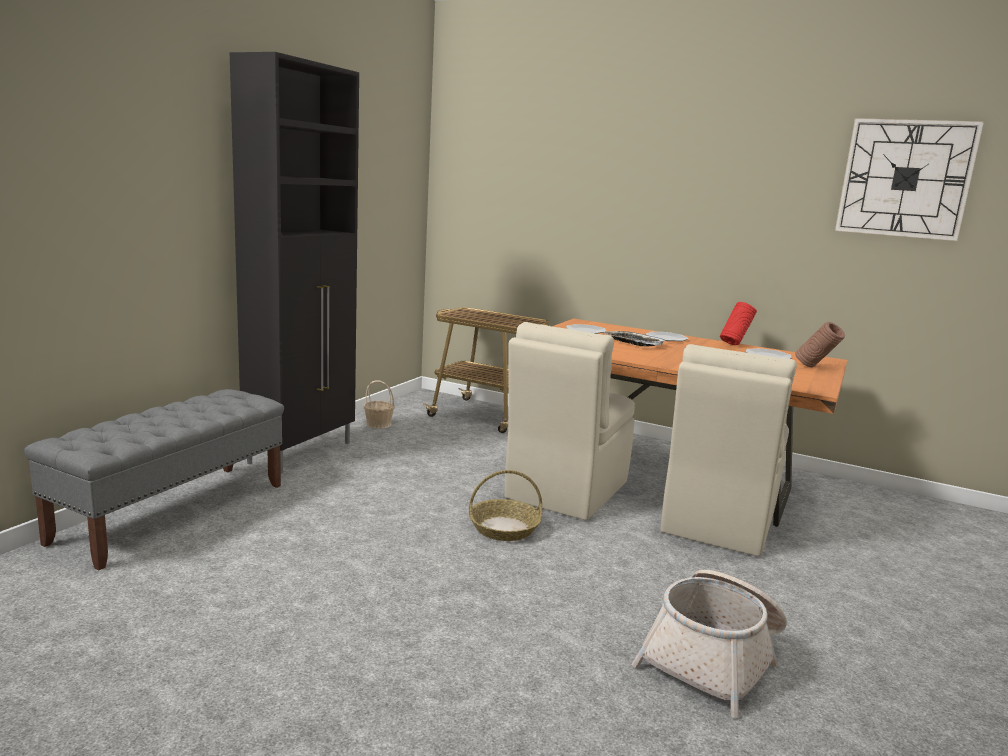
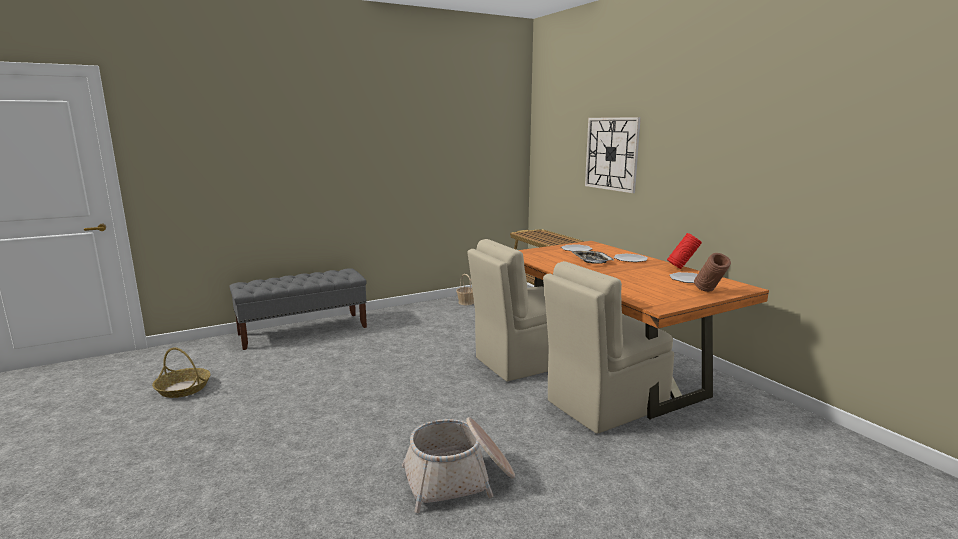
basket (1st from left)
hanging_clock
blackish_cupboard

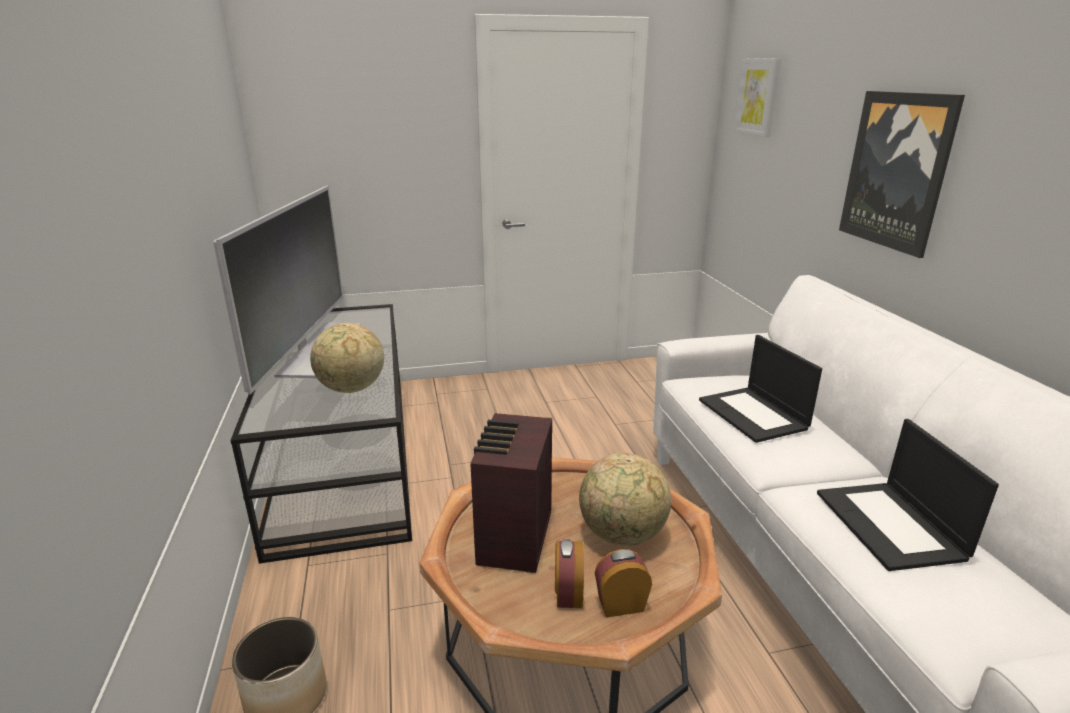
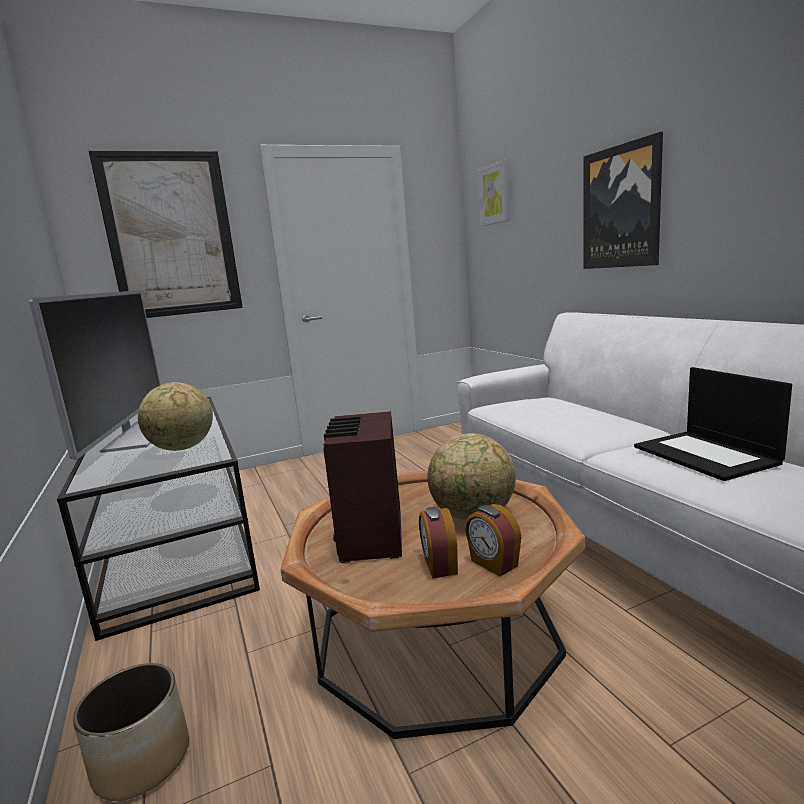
picture (1st from left)
table_clock (2nd from left)
notebook_computer (1st from left in the first image)

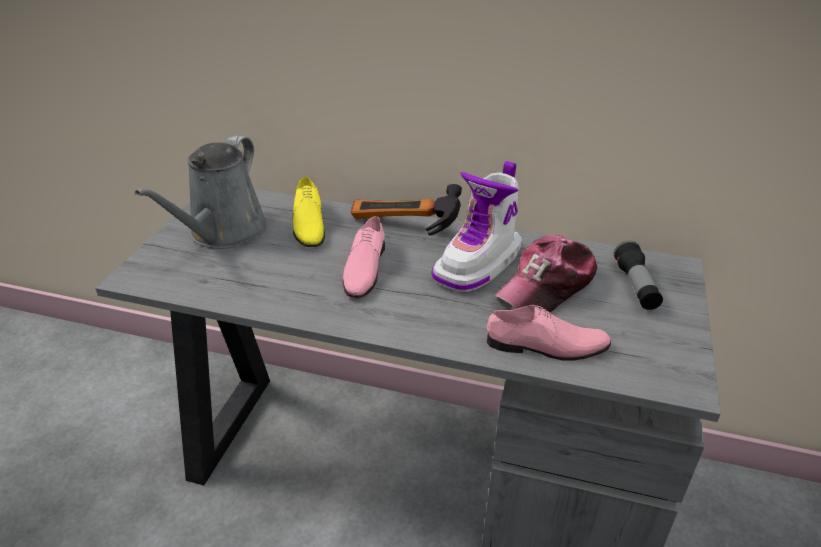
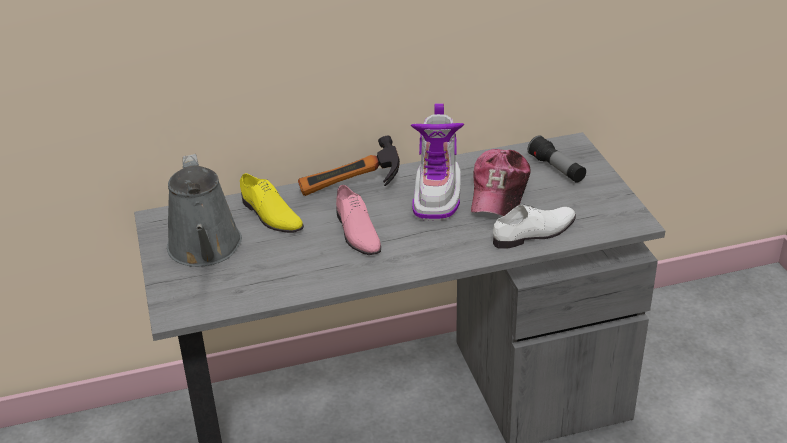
white_low_shoe

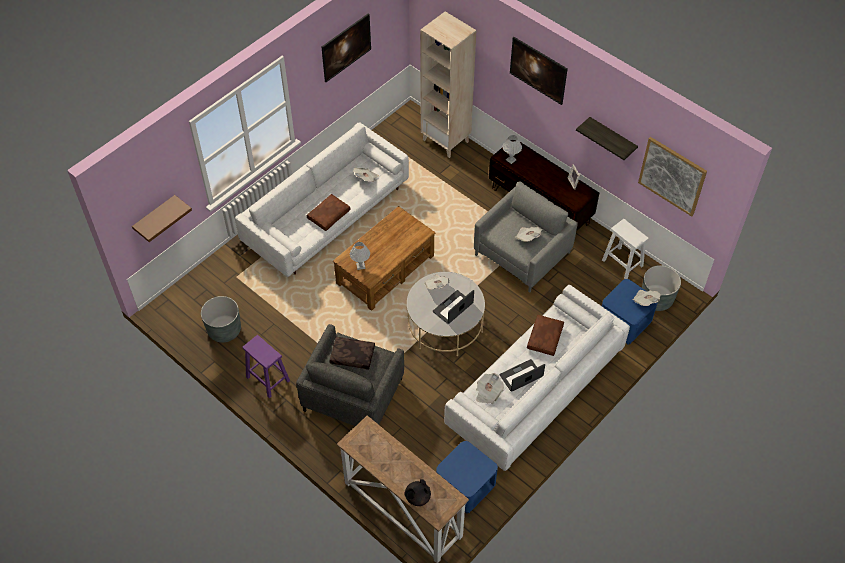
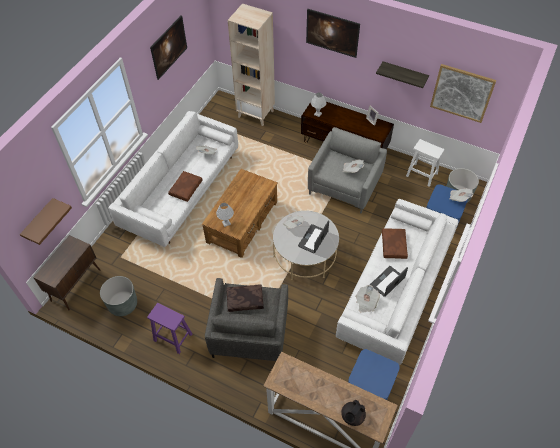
brown-coloured_cupboard

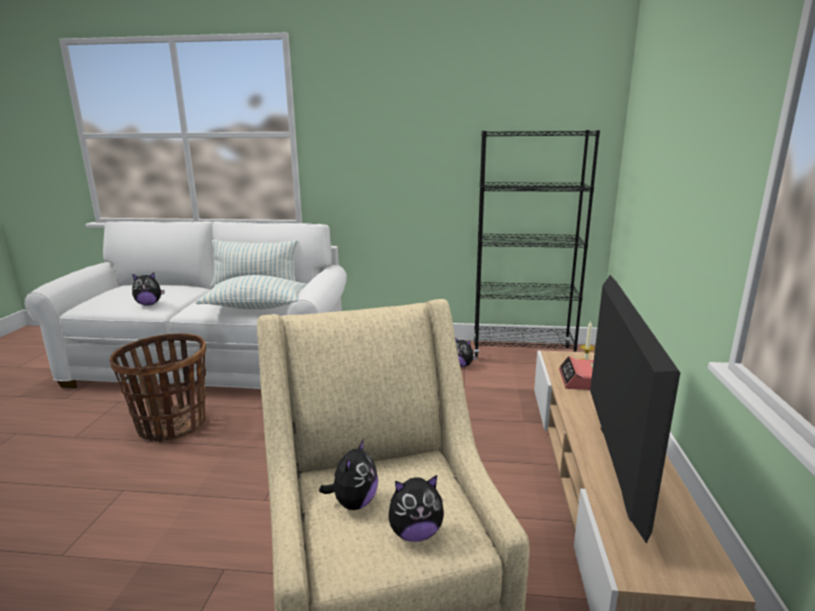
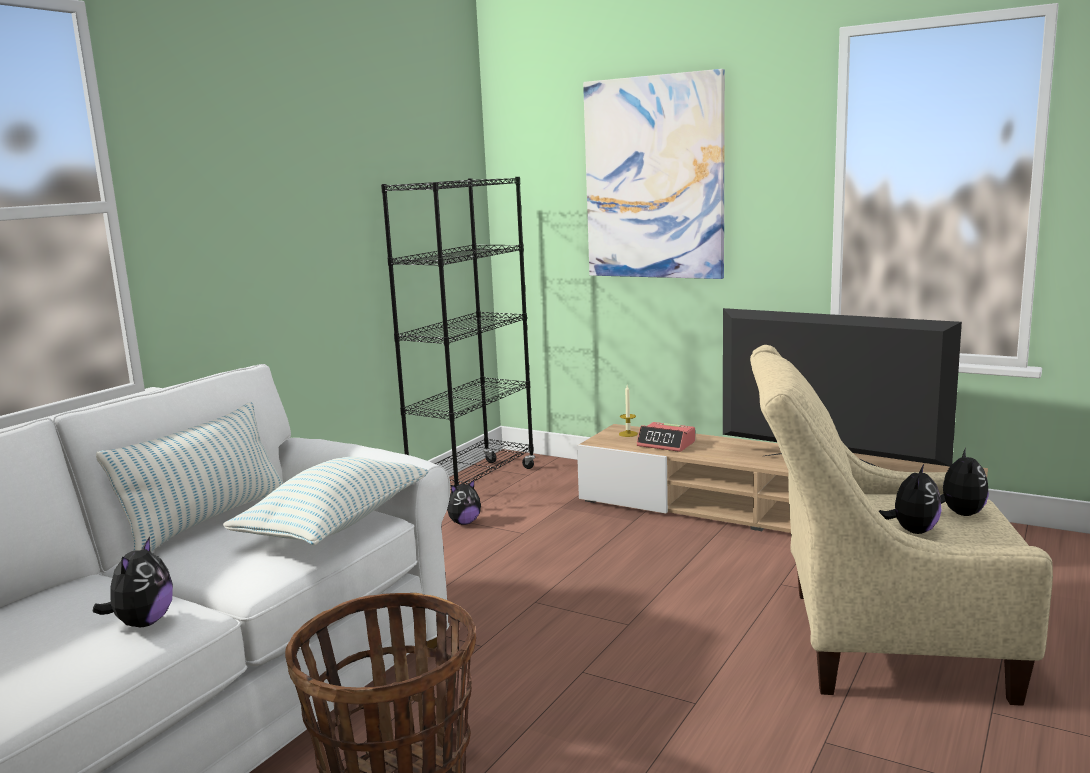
picture
plush_toy (3rd from left)

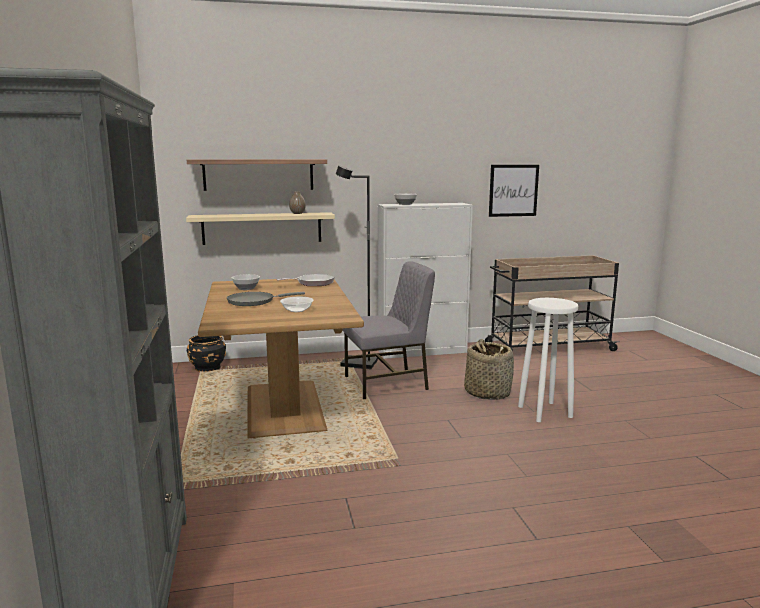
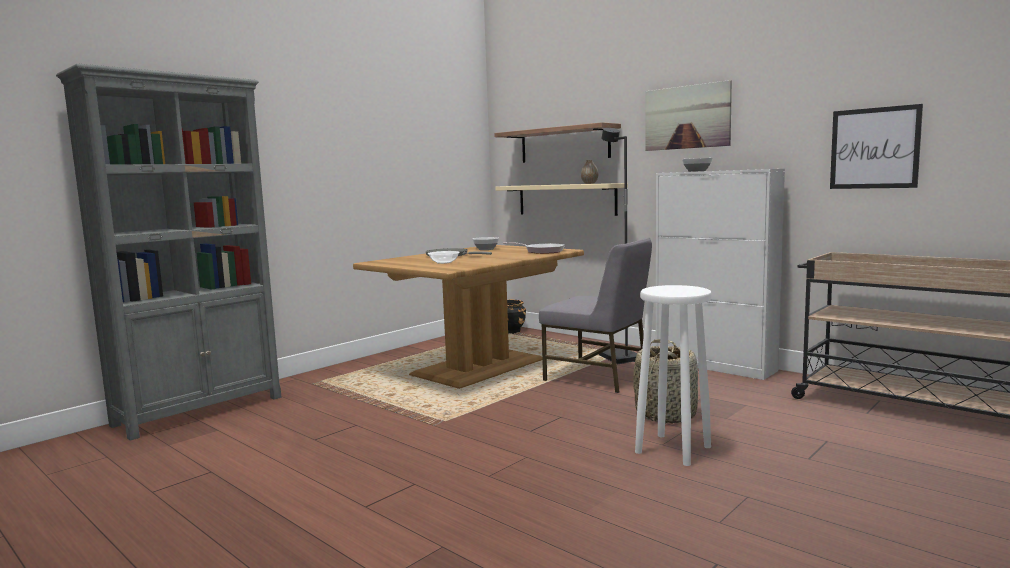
picture (1st from left)

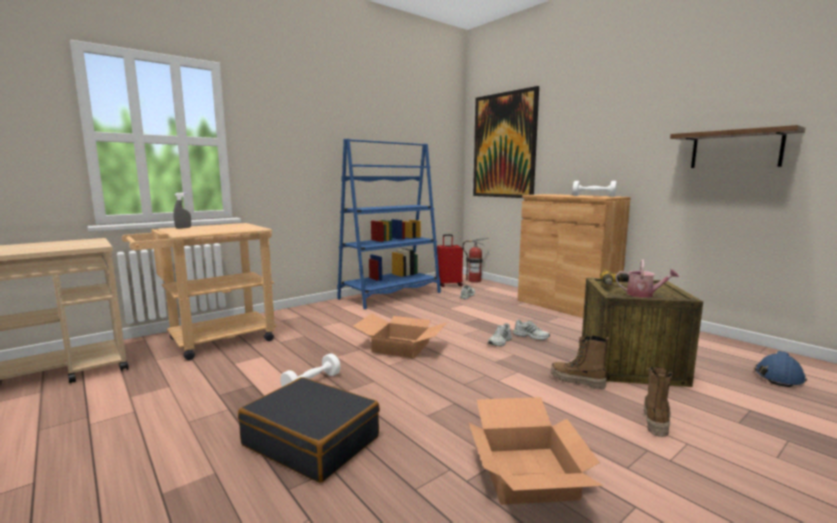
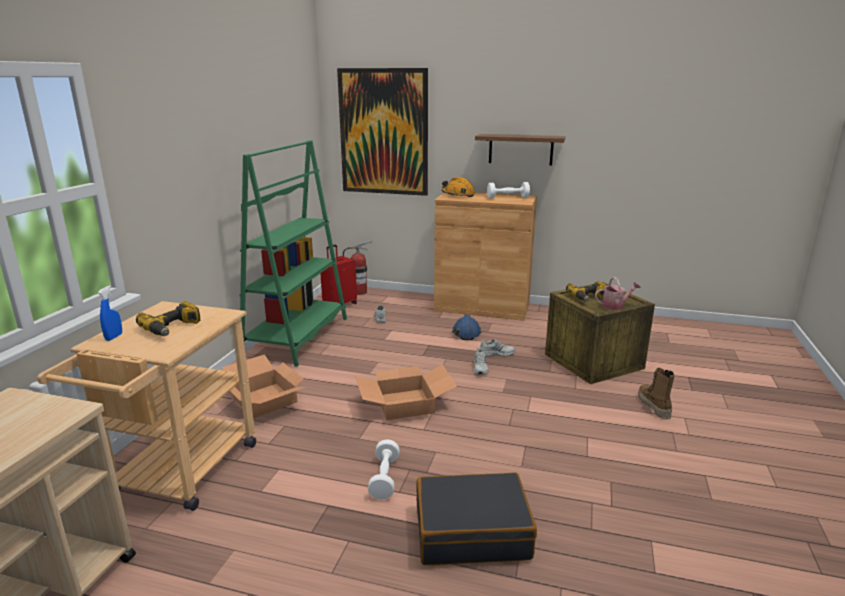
bluish_spray_bottle
drill (1st from left)
carton (1st from left)
greenish_bookcase
orange-coloured_safety_helmet
bluish_safety_helmet
shelf
high-top_boot (1st from left in the first image)

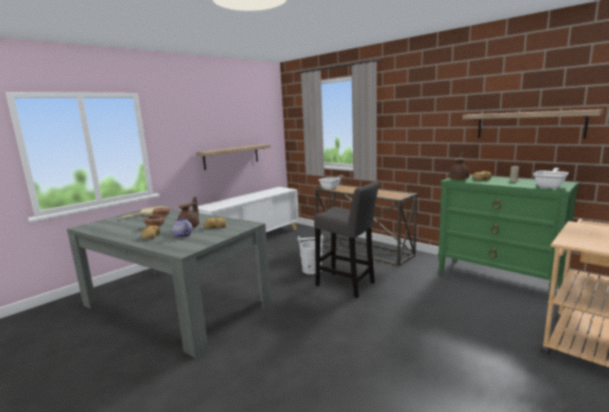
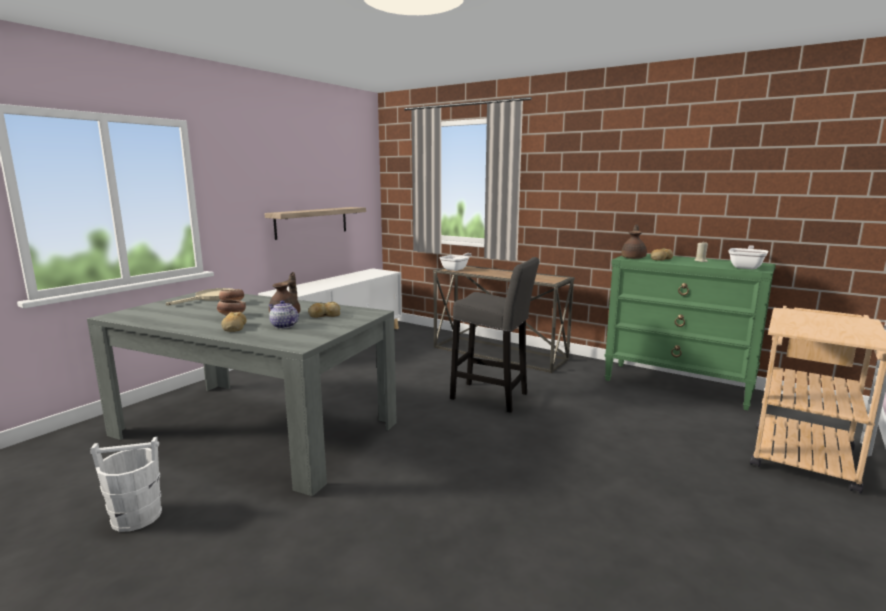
white_water_bucket
shelf (2nd from left in the first image)

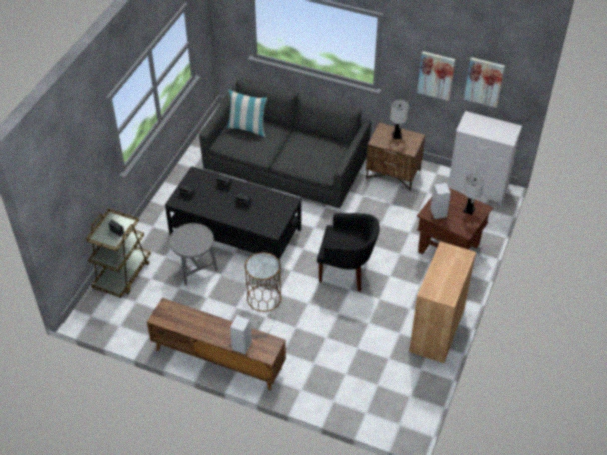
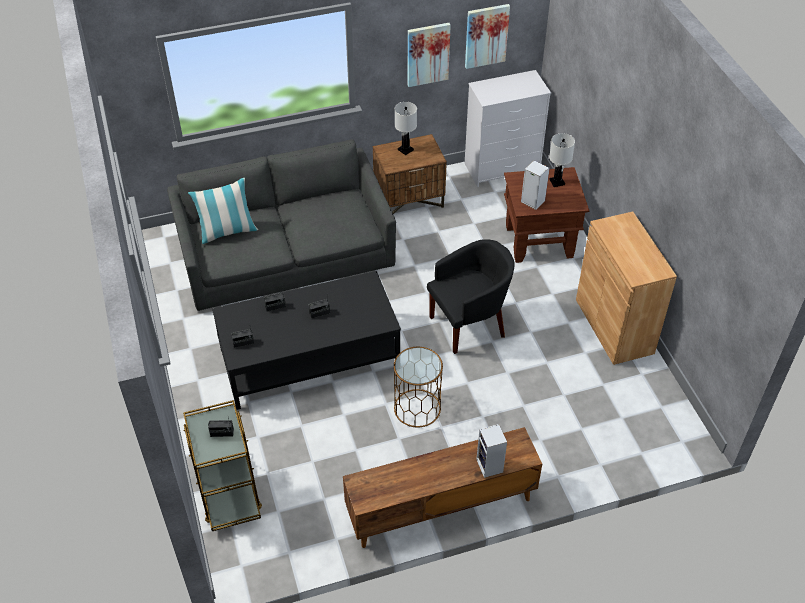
greyish_end_table

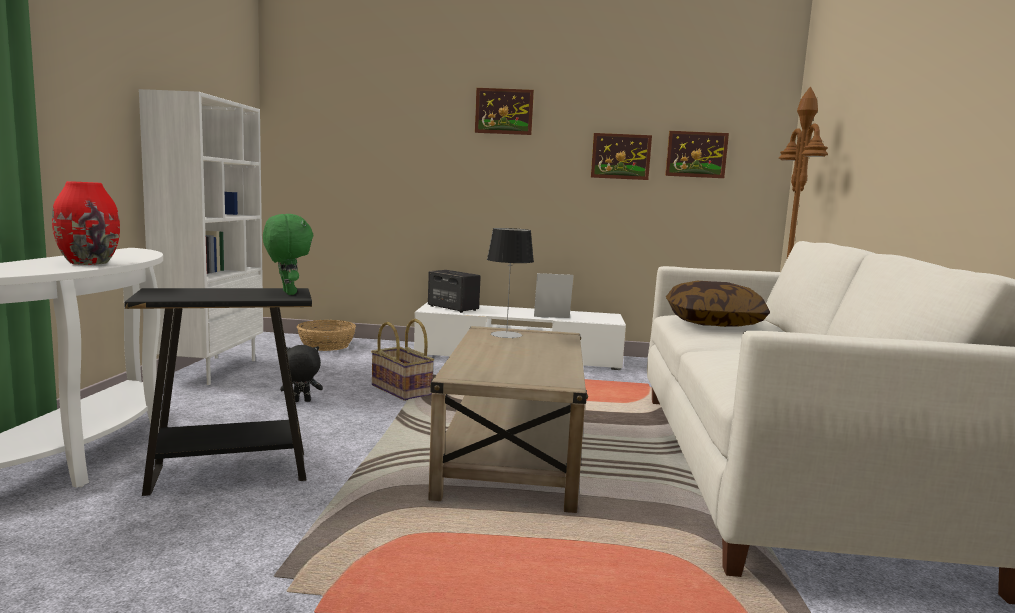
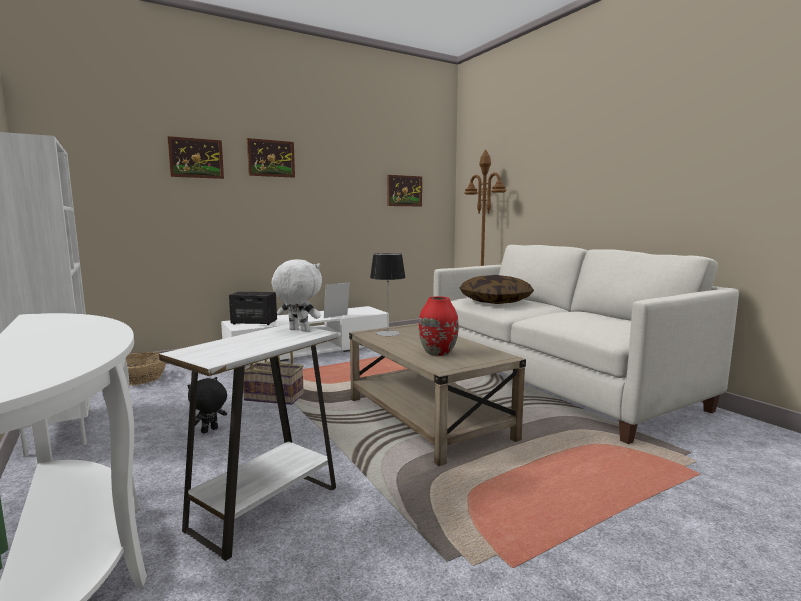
white_end_table
picture (1st from left)
white_plush_toy
red_flower_vase

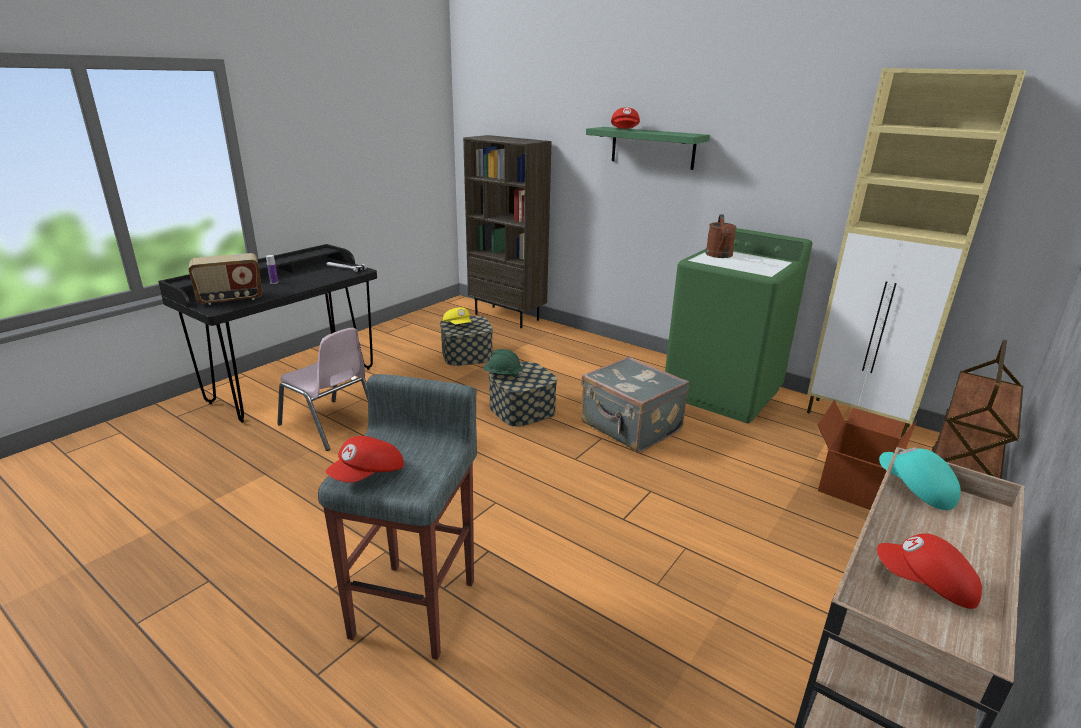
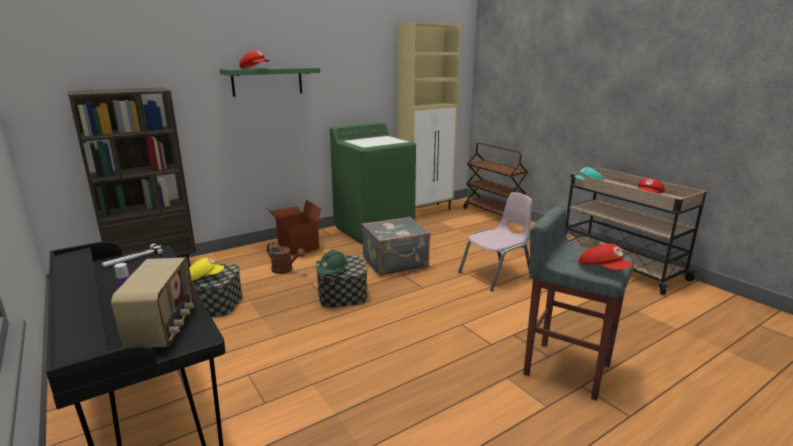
brown-coloured_watering_can
carton
pinkish_chair

